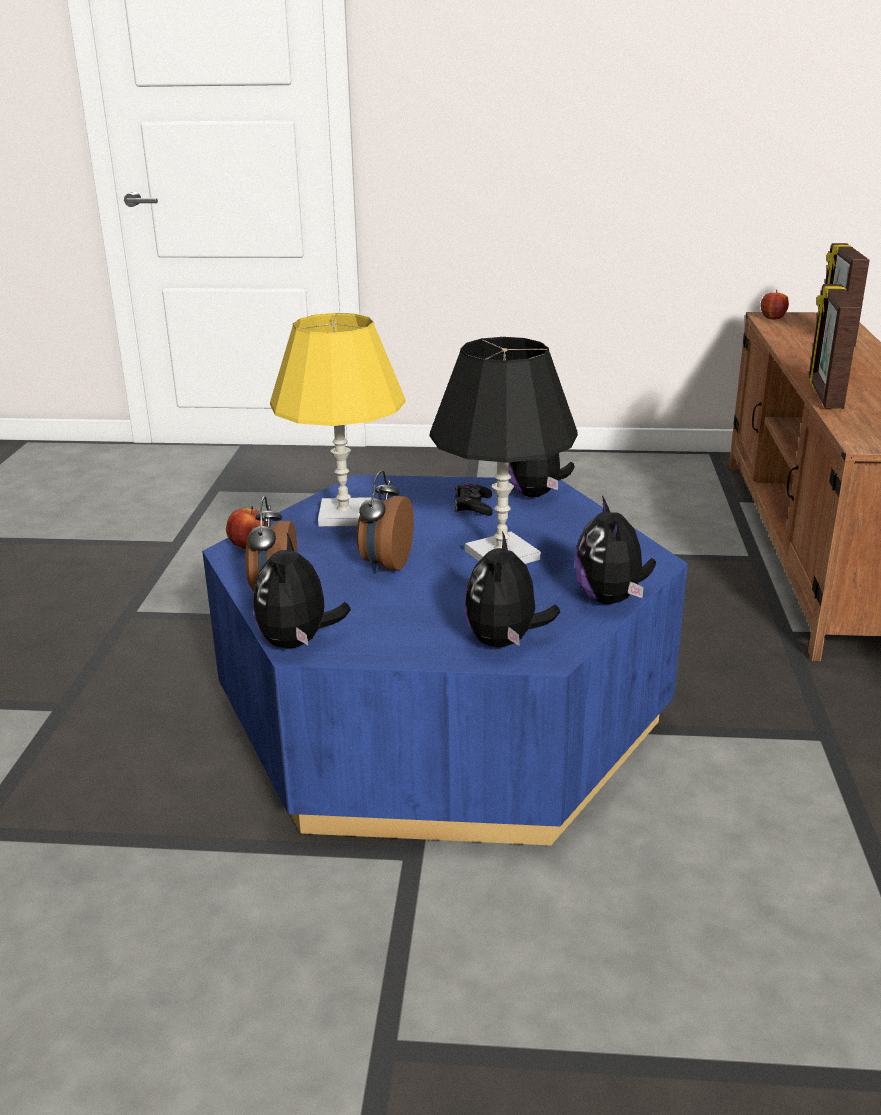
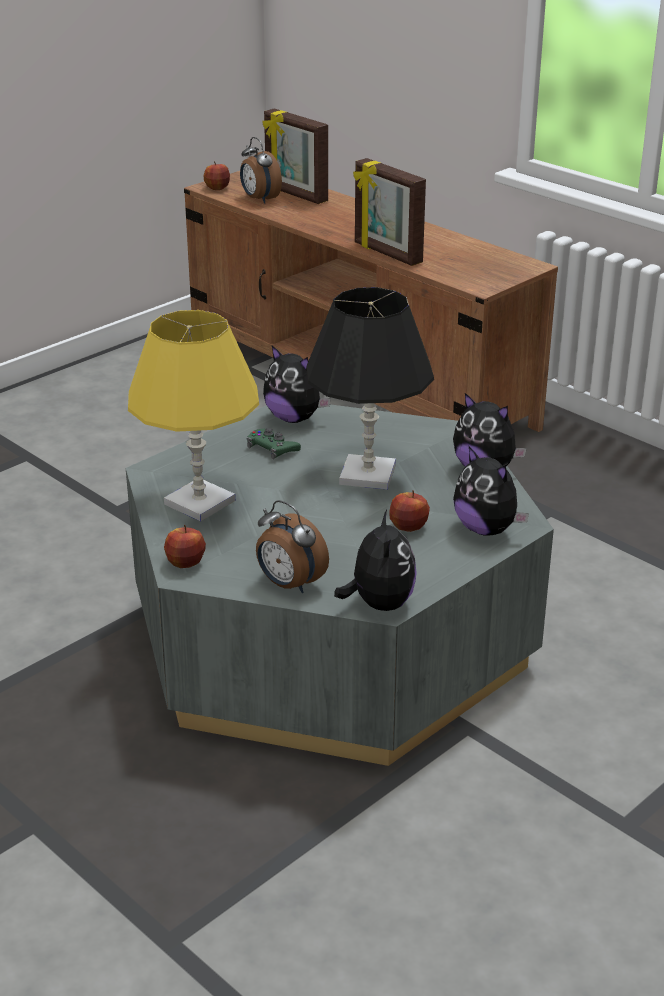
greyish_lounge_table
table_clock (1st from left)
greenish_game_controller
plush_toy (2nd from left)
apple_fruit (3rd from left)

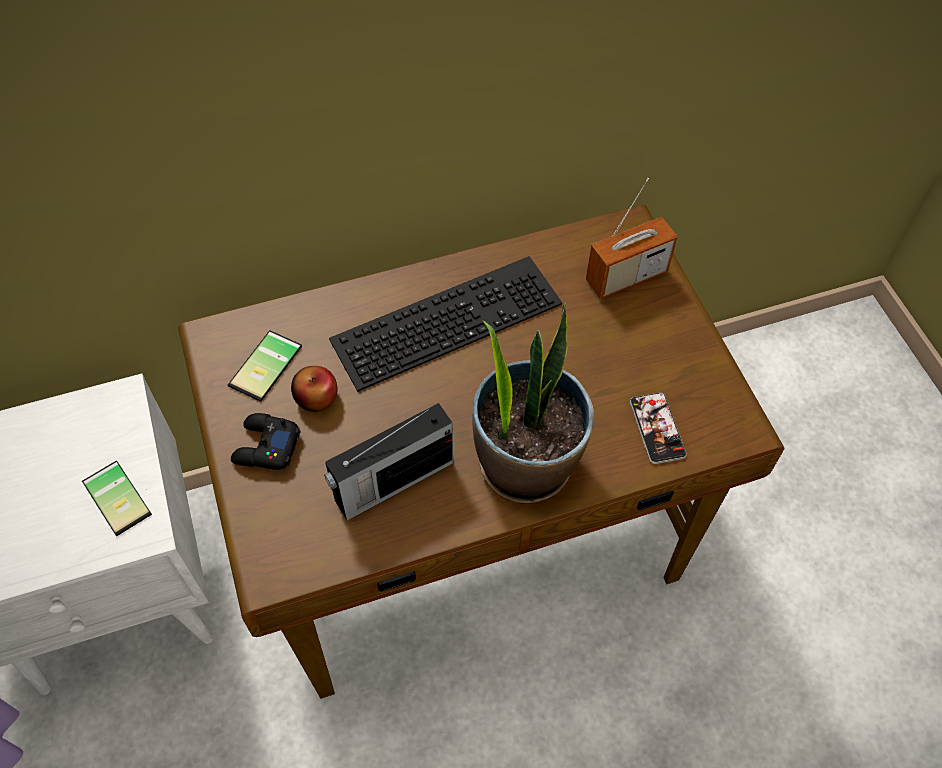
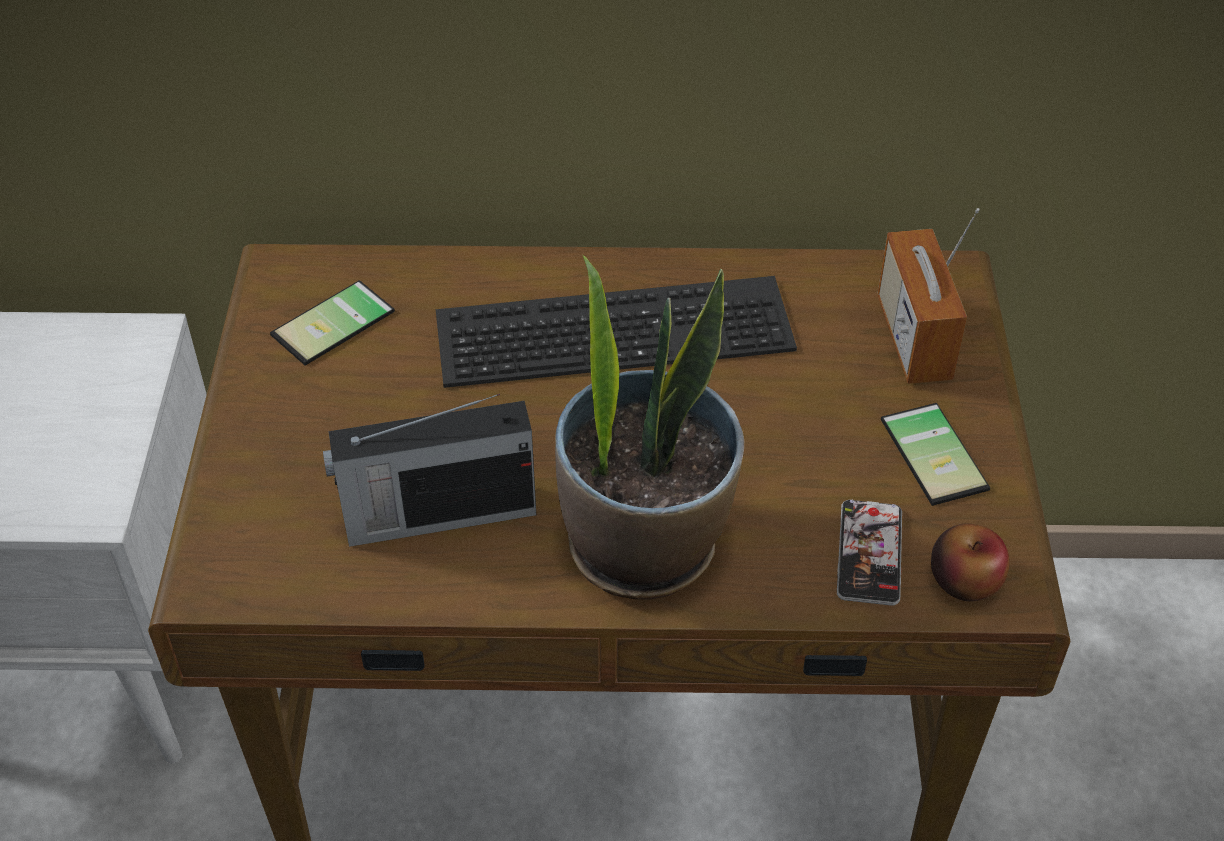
radio (2nd from left)
telephone (3rd from left)
apple_fruit
blackish_game_controller

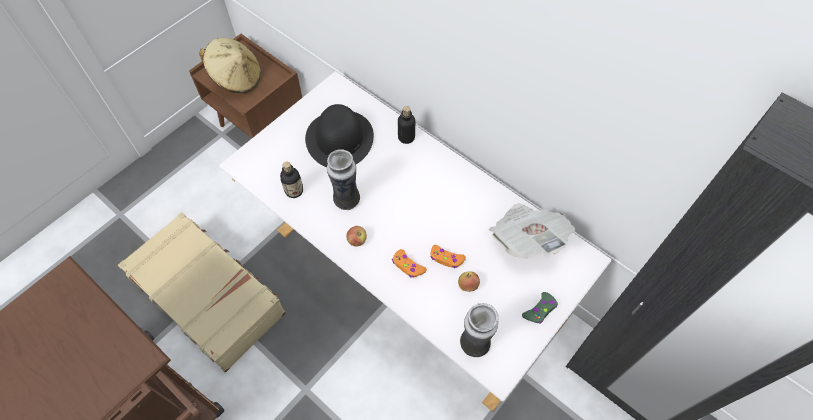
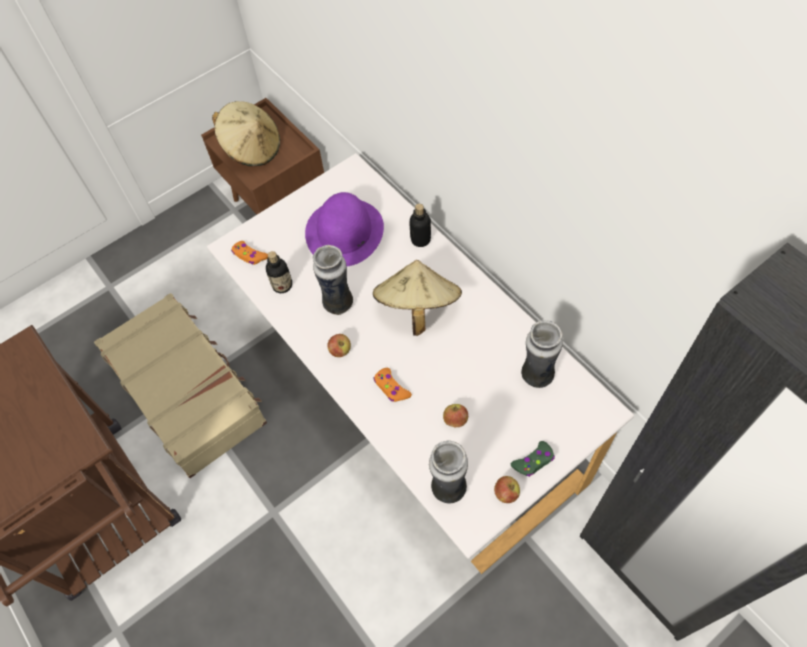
orange-coloured_game_controller (1st from left)
purple_clothing_hat
beige_clothing_hat (2nd from left)
apple_fruit (3rd from left)
flower_vase (3rd from left)

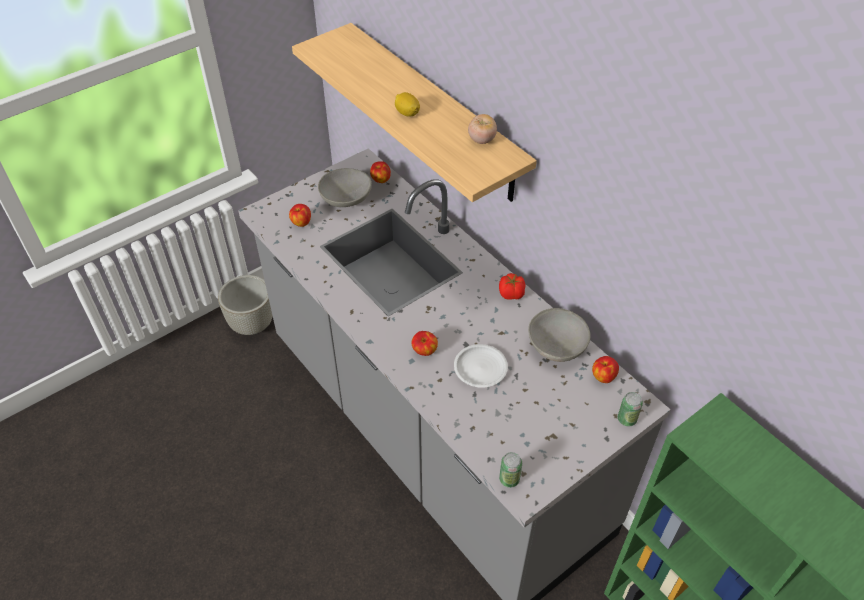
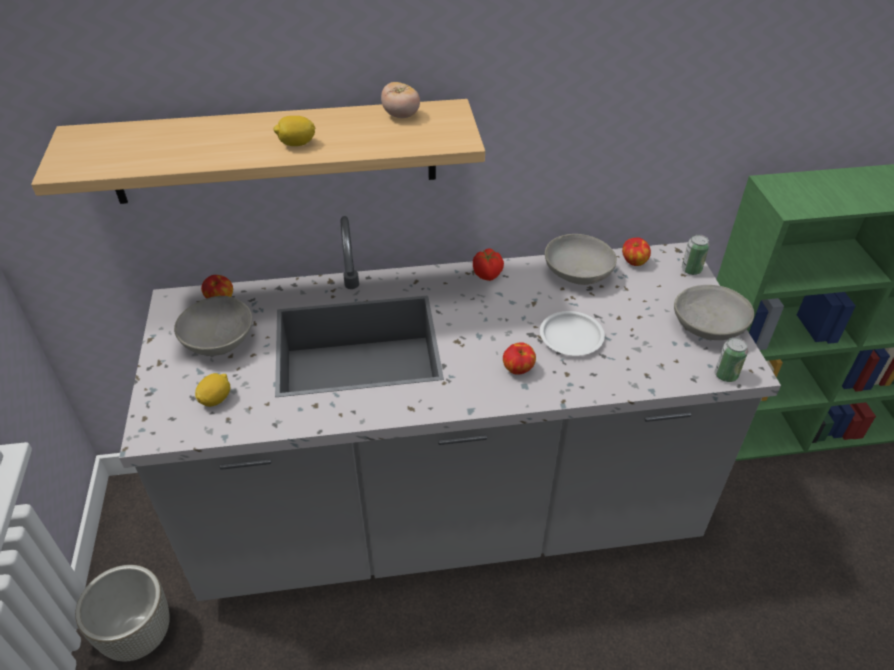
lemon (1st from left)
greyish_serving_bowl (3rd from left)

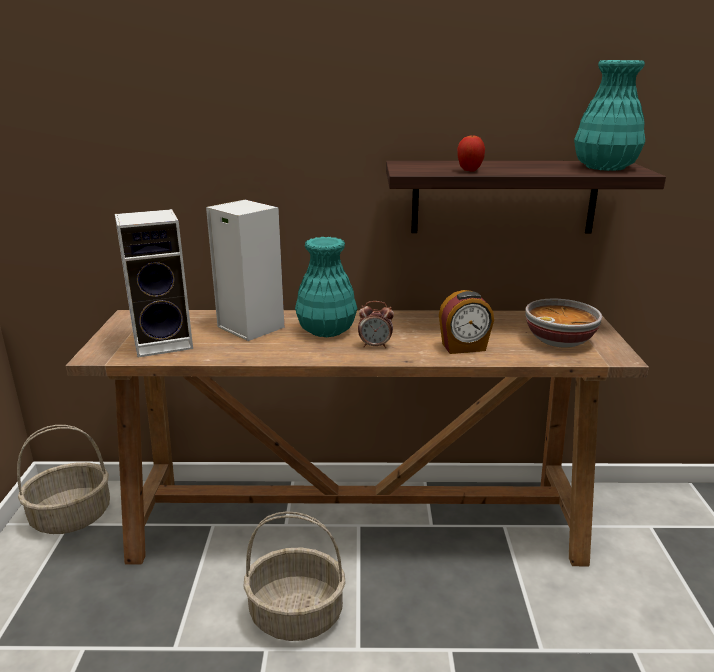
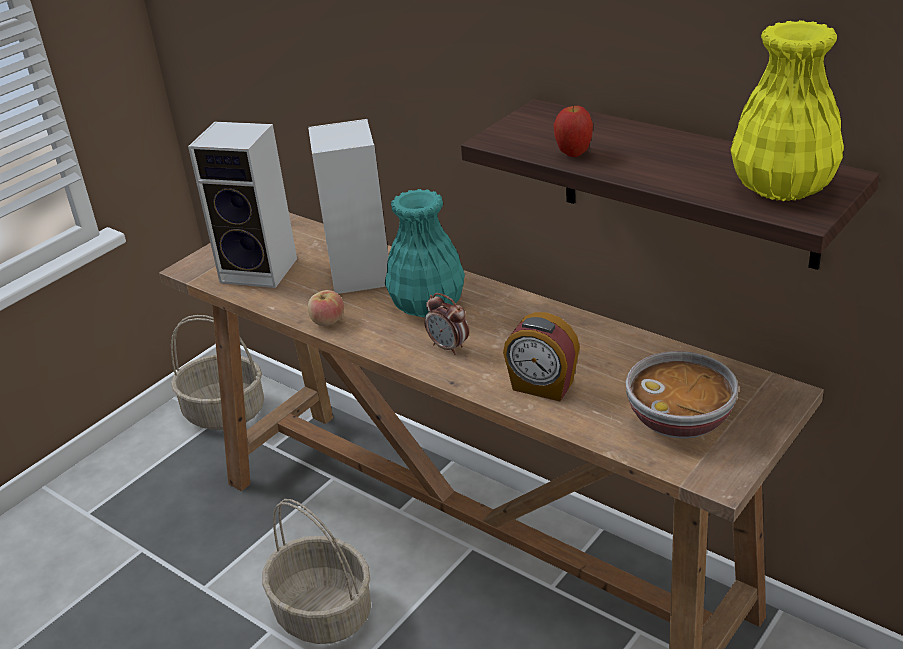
apple_fruit (1st from left)
yellow_flower_vase

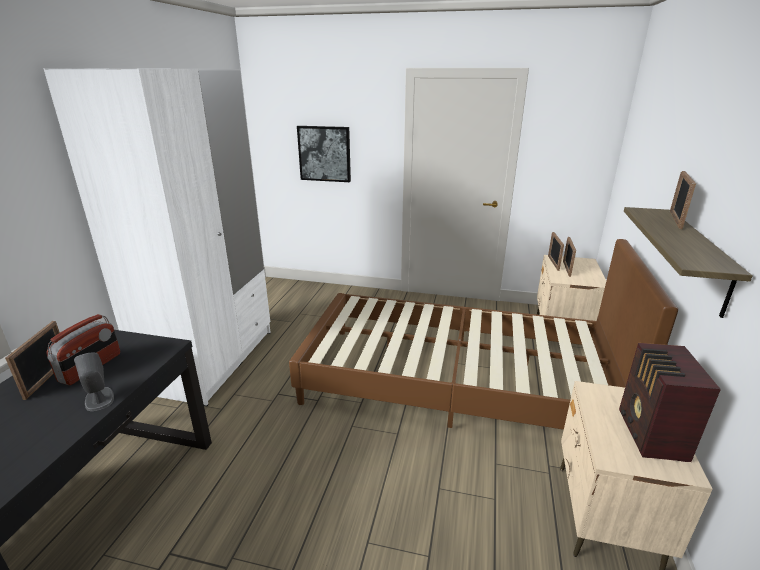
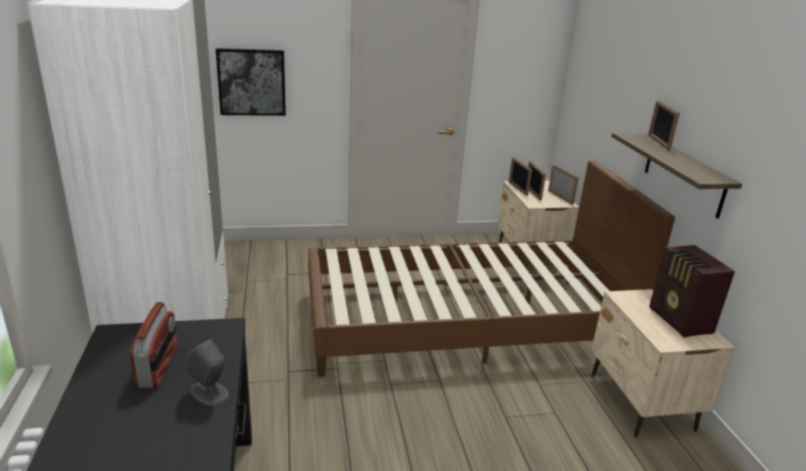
picture_frame (3rd from left)

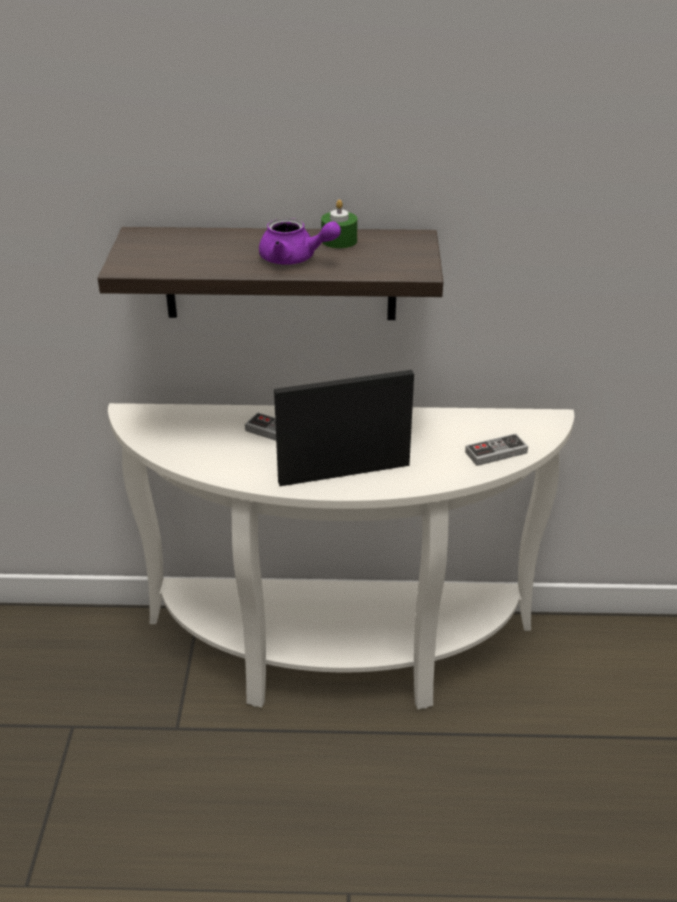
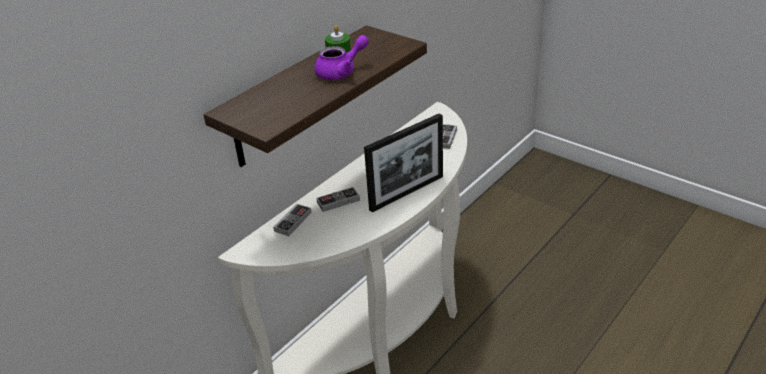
game_controller (1st from left)
picture_frame

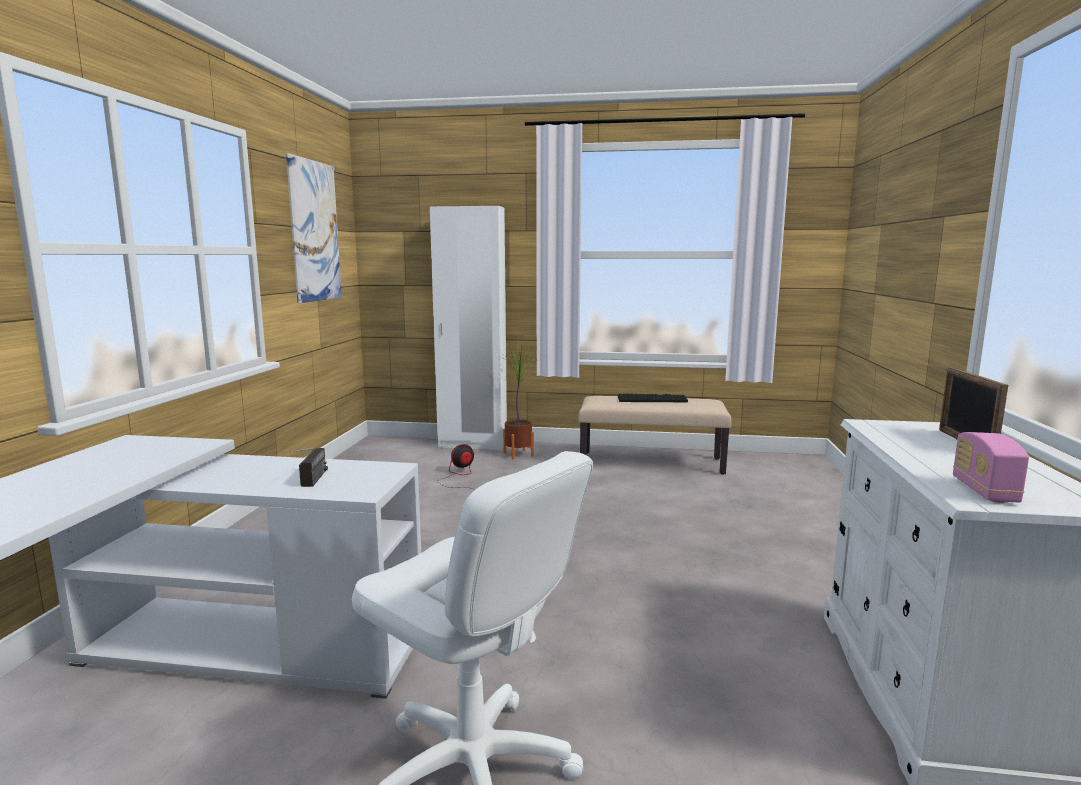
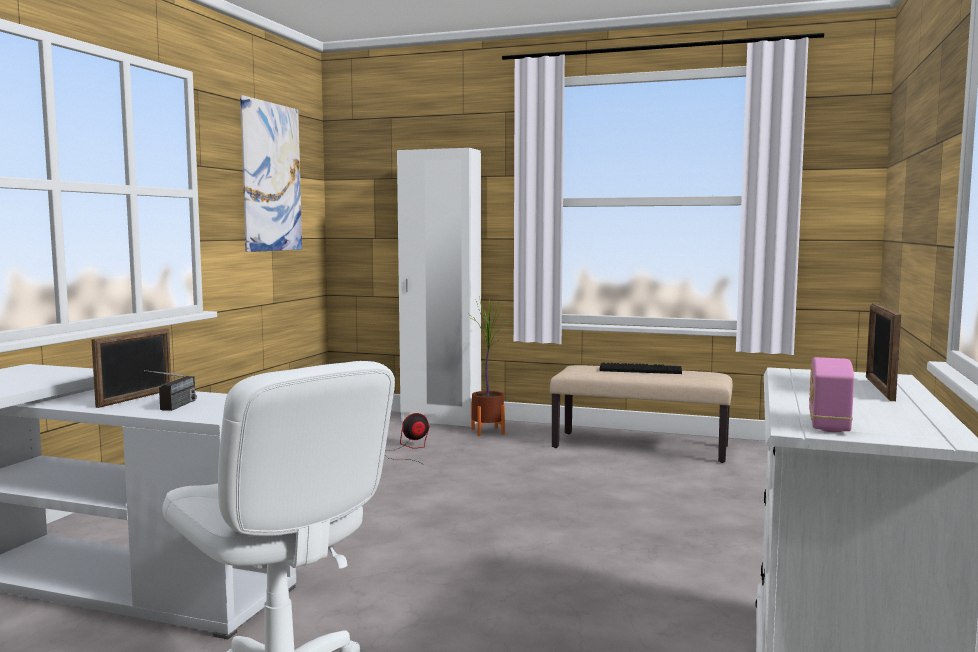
picture_frame (1st from left)

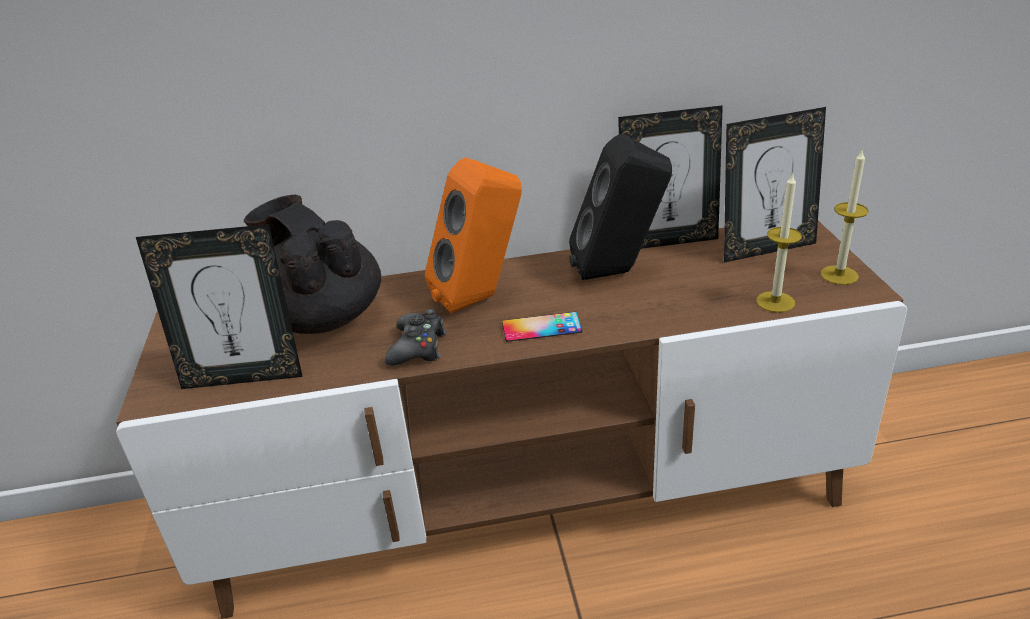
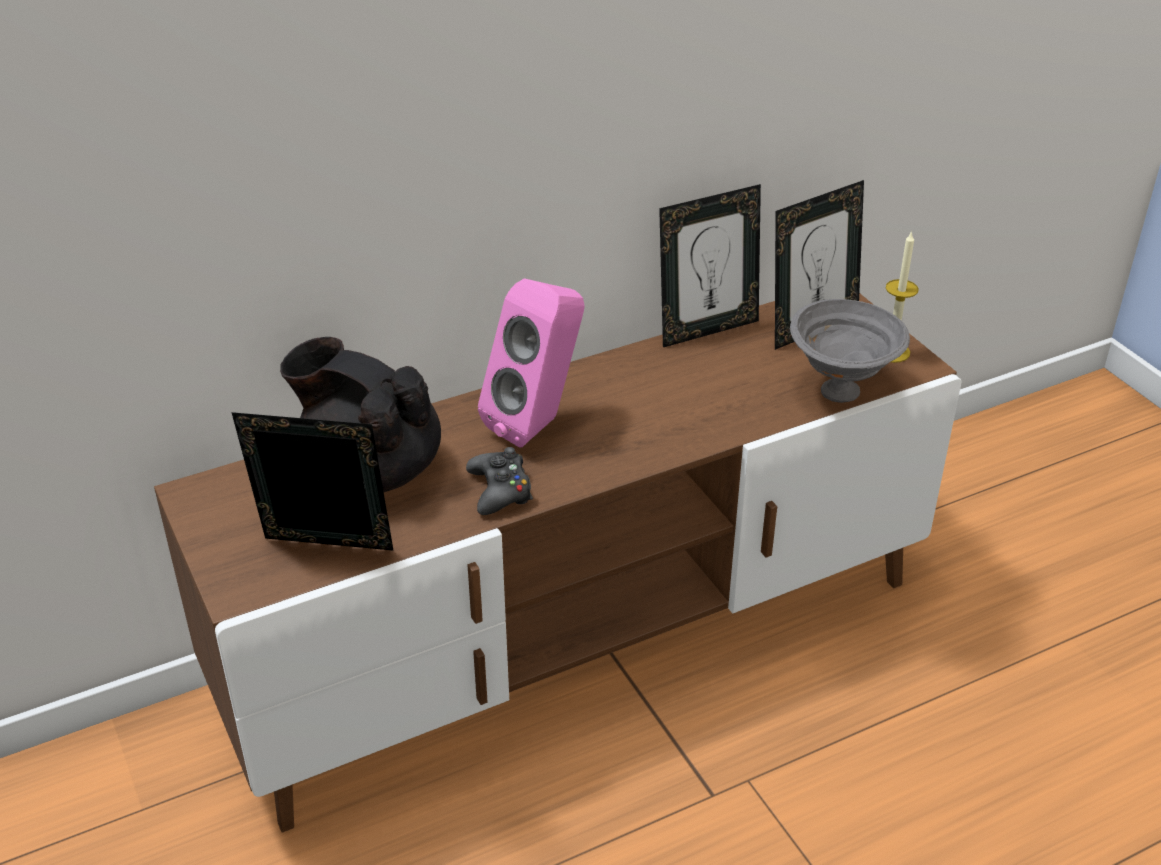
picture_frame (1st from left)
pinkish_audio_speaker
greyish_serving_bowl
telephone
blackish_audio_speaker

